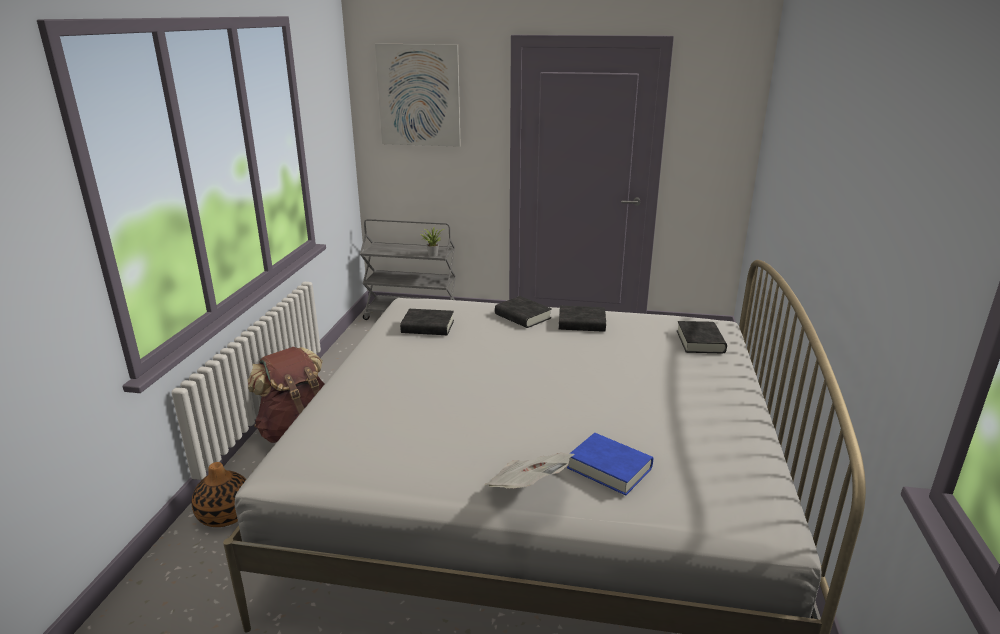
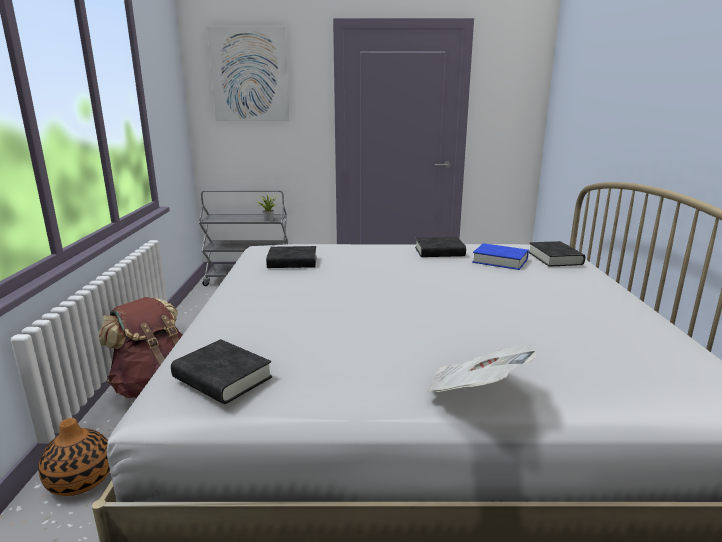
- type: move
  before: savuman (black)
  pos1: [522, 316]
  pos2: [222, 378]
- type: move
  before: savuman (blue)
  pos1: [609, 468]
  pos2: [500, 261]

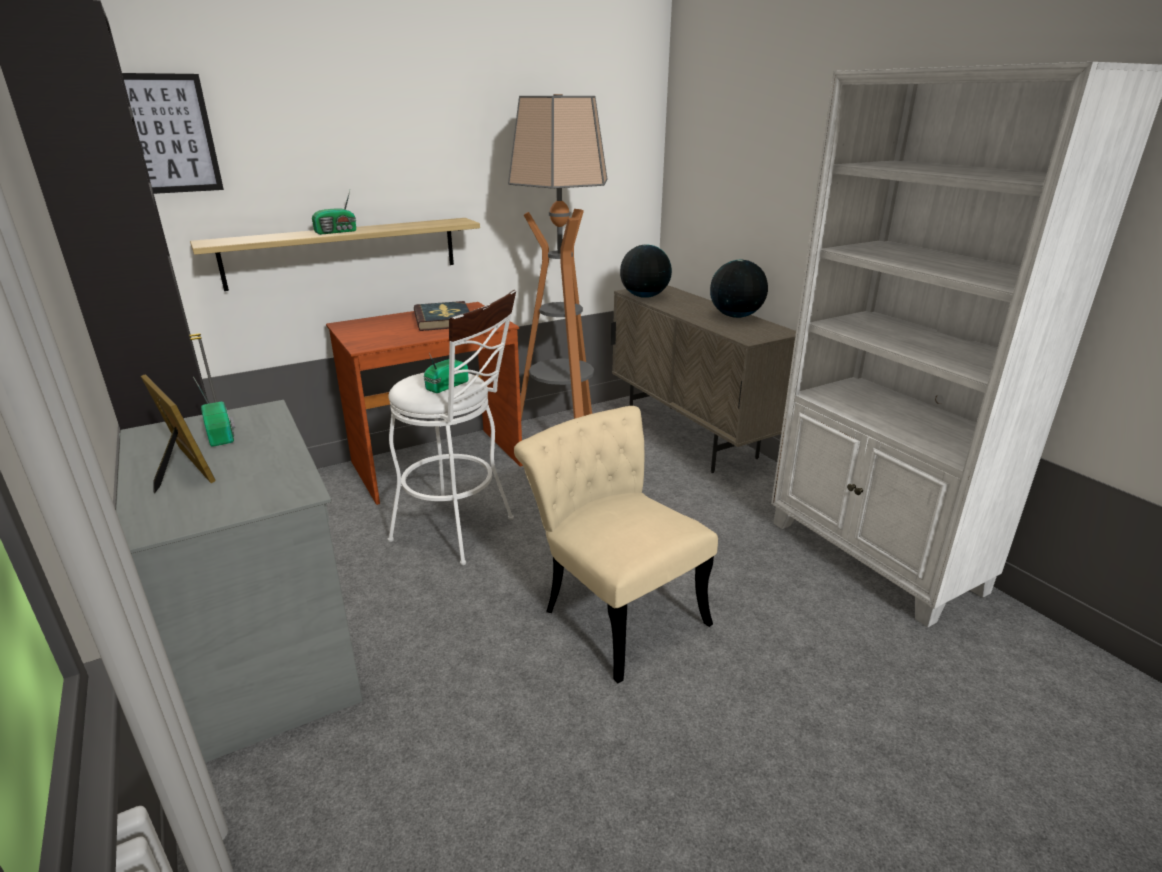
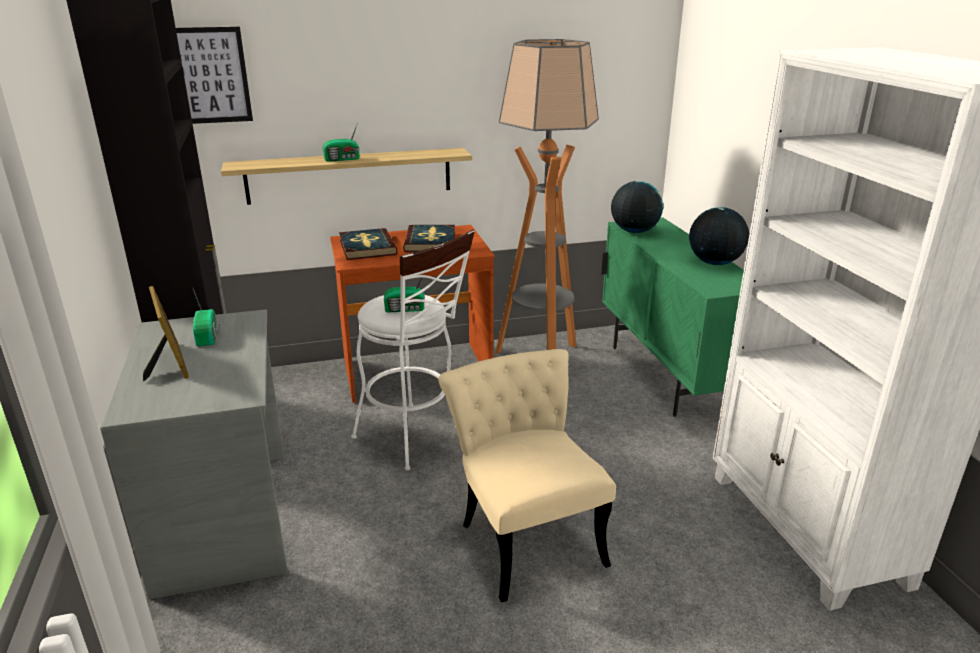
- type: insert
  after: savuman
  pos2: [367, 247]
- type: rotate
  before: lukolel
  pos1: [445, 386]
  pos2: [406, 309]
  turn: -150
- type: recolor
  before: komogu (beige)
  after: komogu (green)
  pos1: [690, 437]
  pos2: [667, 376]

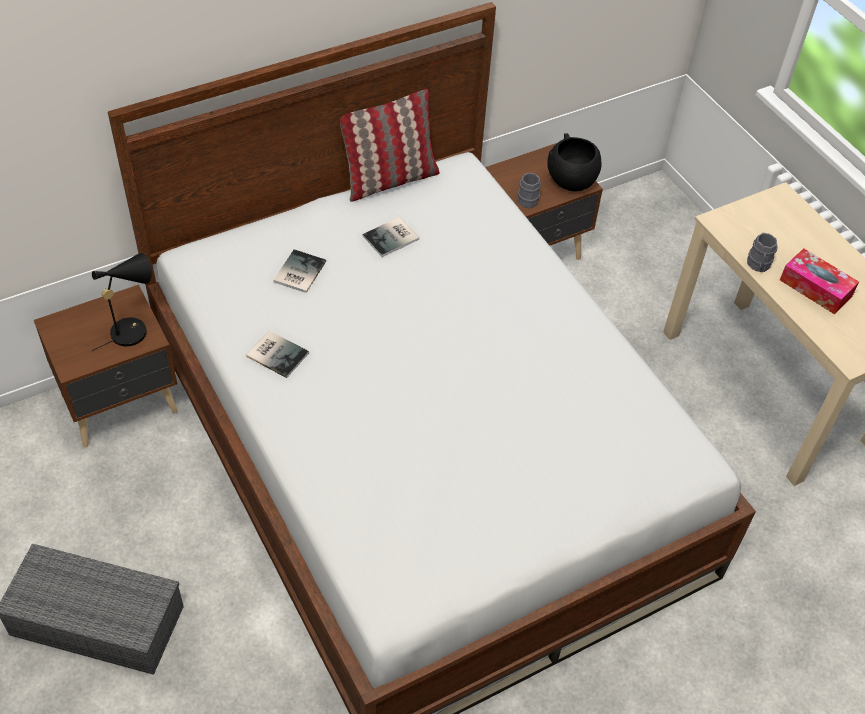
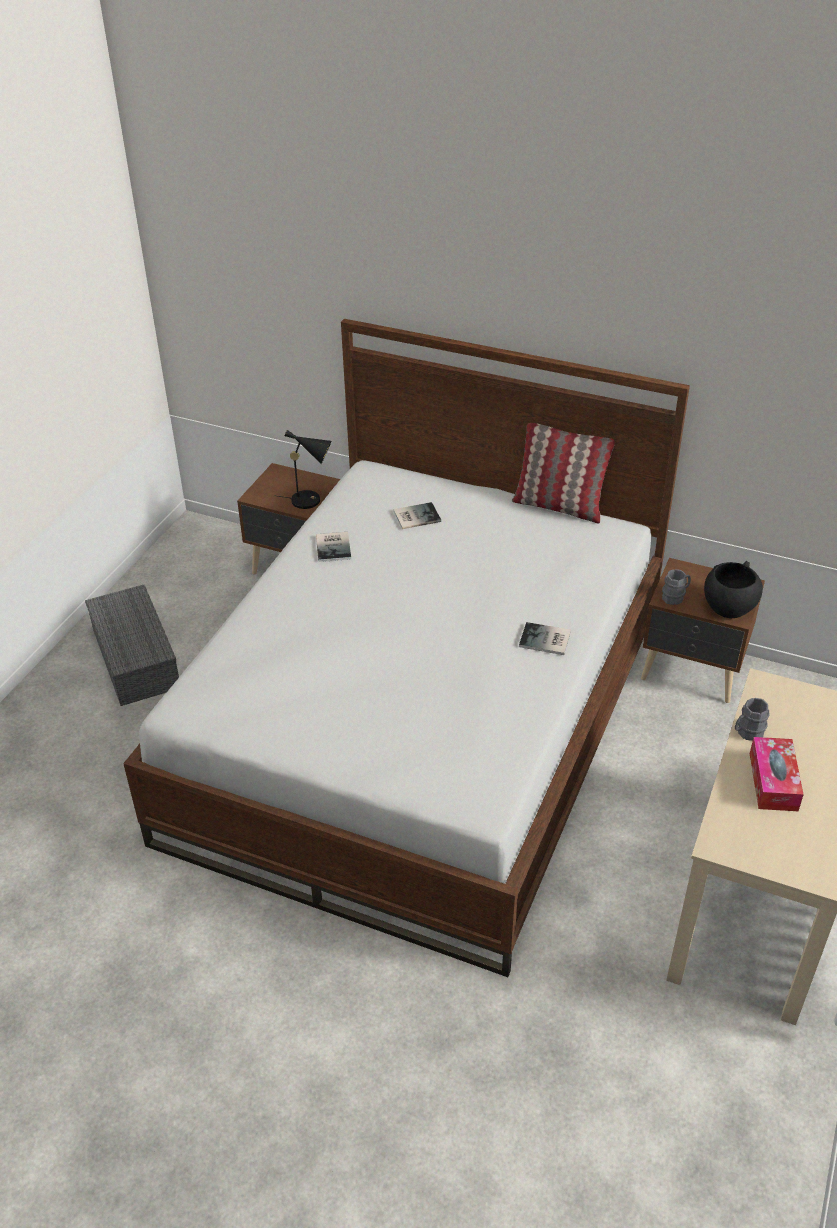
- type: move
  before: savuman
  pos1: [392, 238]
  pos2: [546, 640]

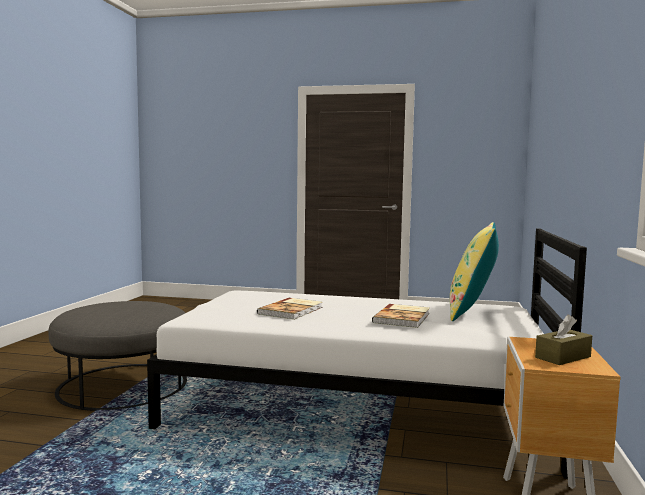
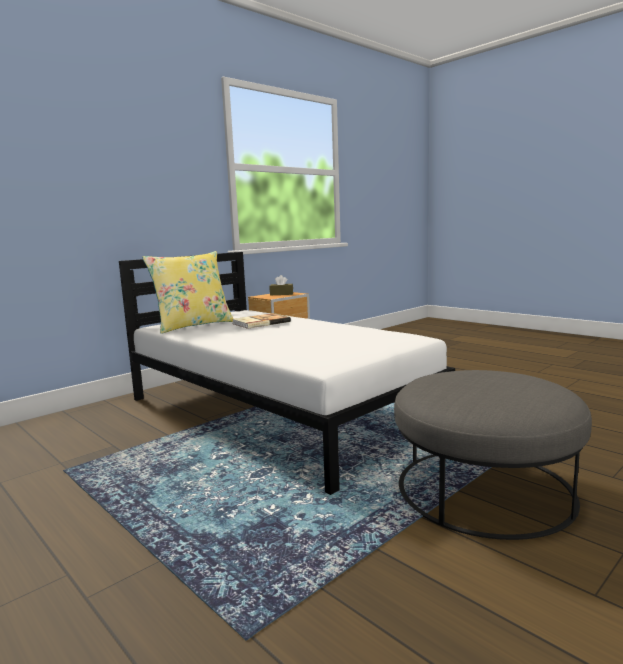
- type: delete
  before: savuman
  pos1: [292, 310]

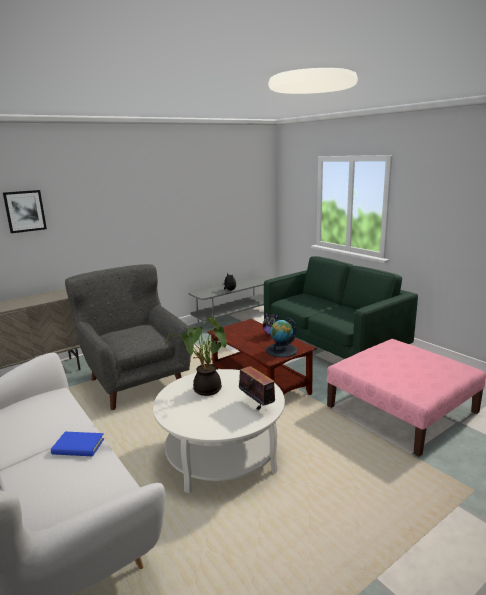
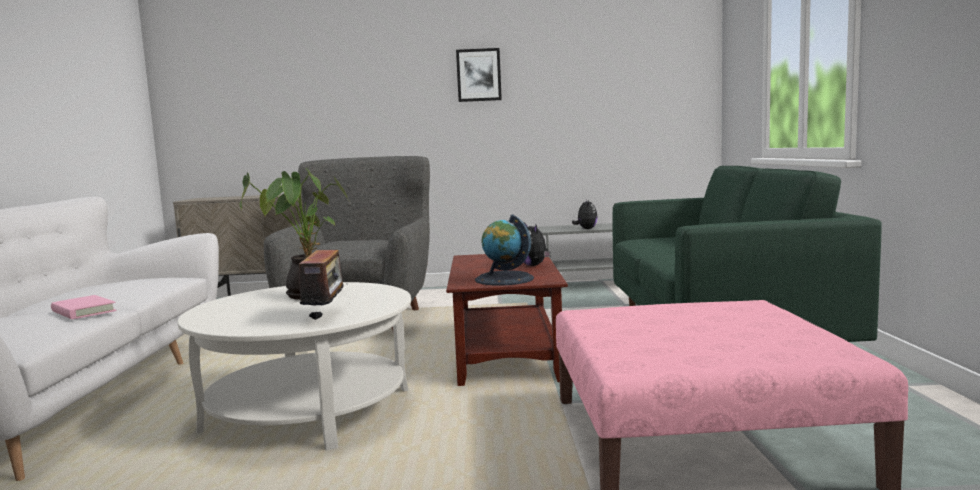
- type: recolor
  before: savuman (blue)
  after: savuman (pink)
  pos1: [78, 446]
  pos2: [83, 311]
- type: move
  before: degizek
  pos1: [25, 211]
  pos2: [478, 75]

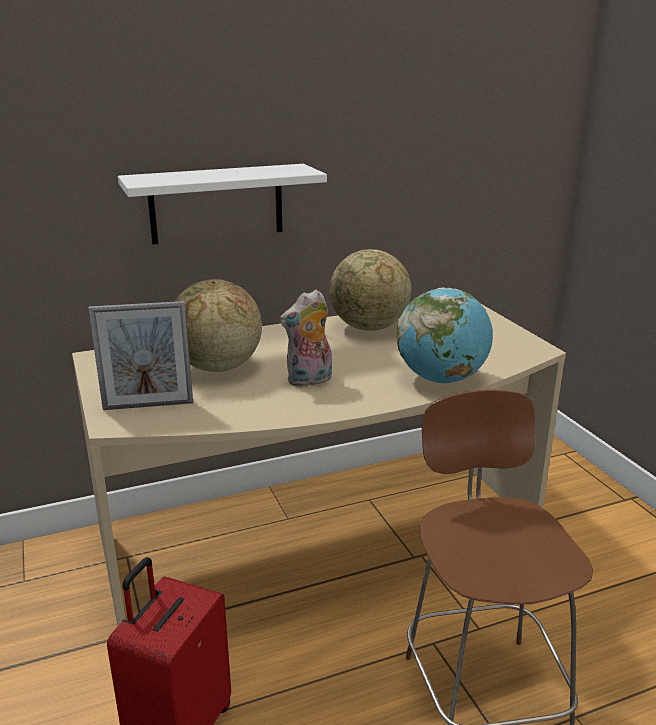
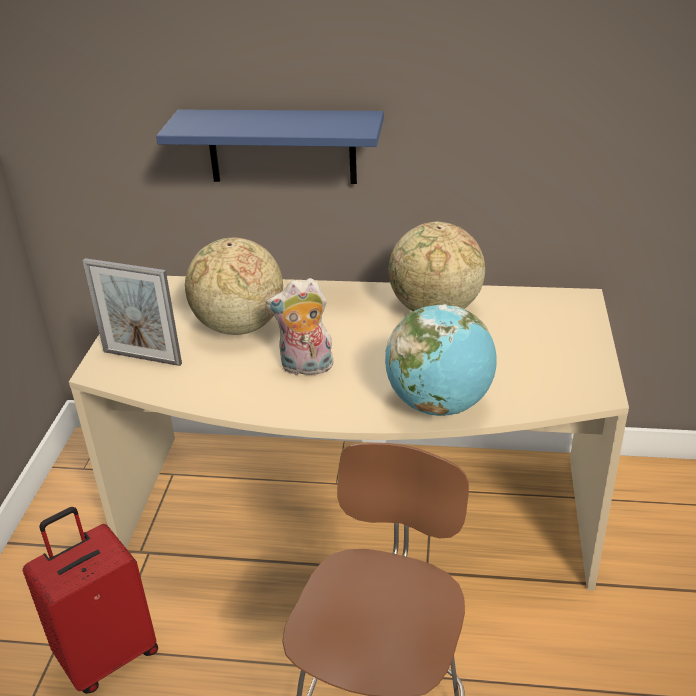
- type: recolor
  before: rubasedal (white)
  after: rubasedal (blue)
  pos1: [216, 204]
  pos2: [282, 146]

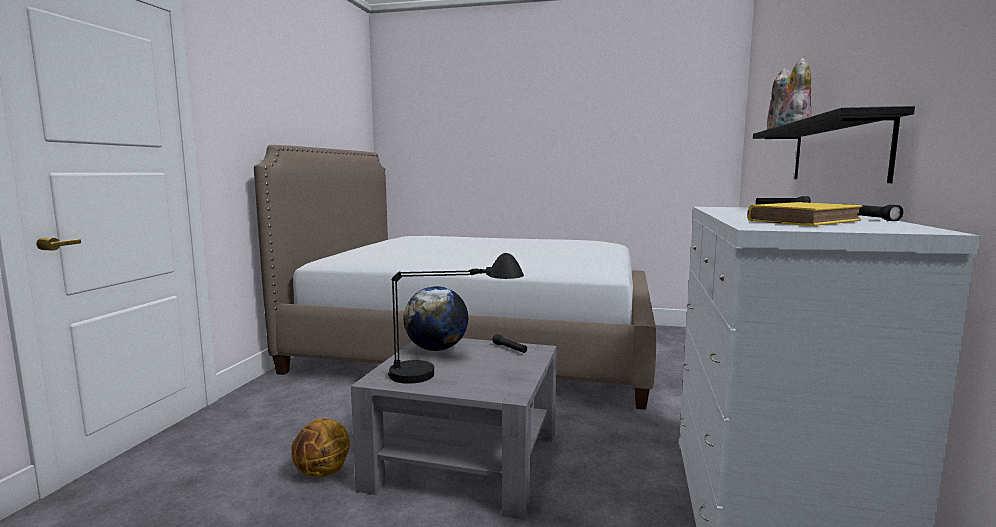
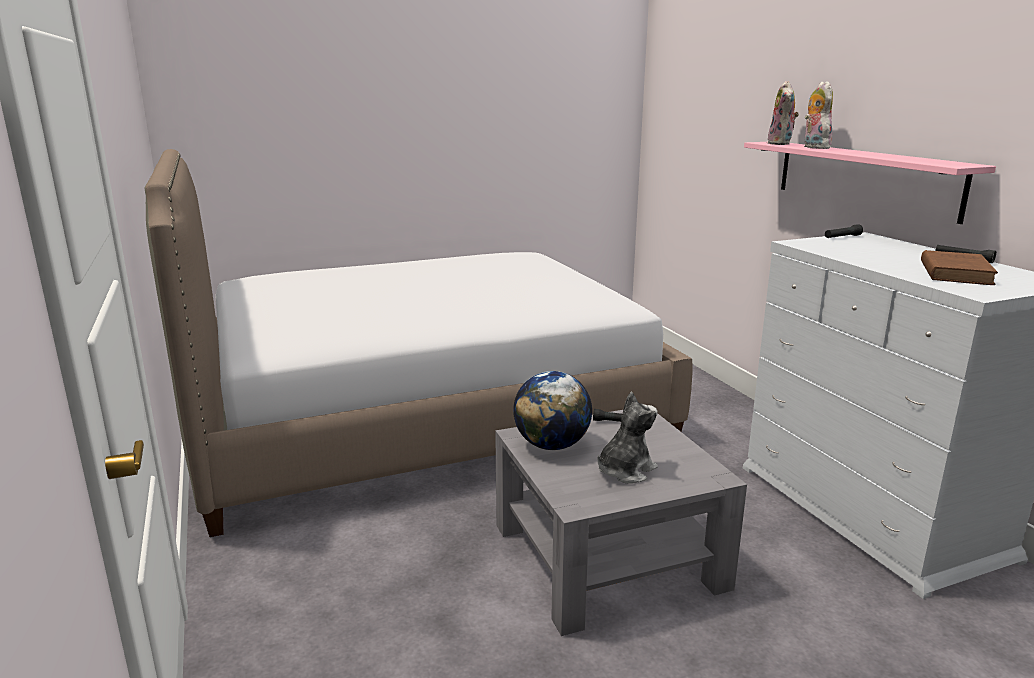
- type: replace
  before: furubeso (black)
  after: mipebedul
  pos1: [452, 373]
  pos2: [625, 470]
- type: recolor
  before: rubasedal (black)
  after: rubasedal (pink)
  pos1: [836, 152]
  pos2: [864, 178]
- type: recolor
  before: savuman (yellow)
  after: savuman (brown)
  pos1: [805, 221]
  pos2: [955, 272]
- type: delete
  before: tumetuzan
  pos1: [322, 473]

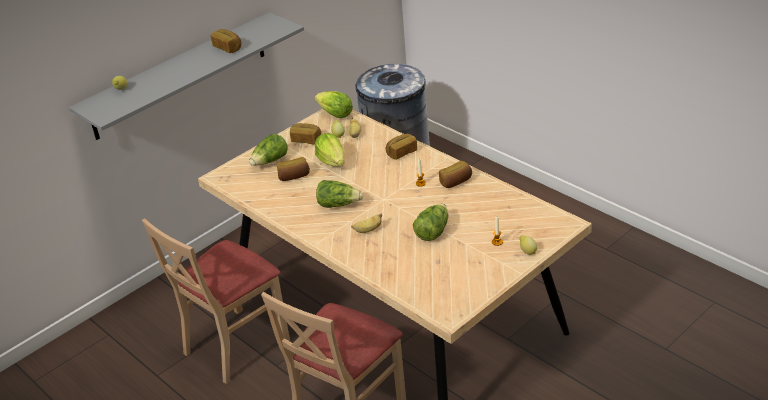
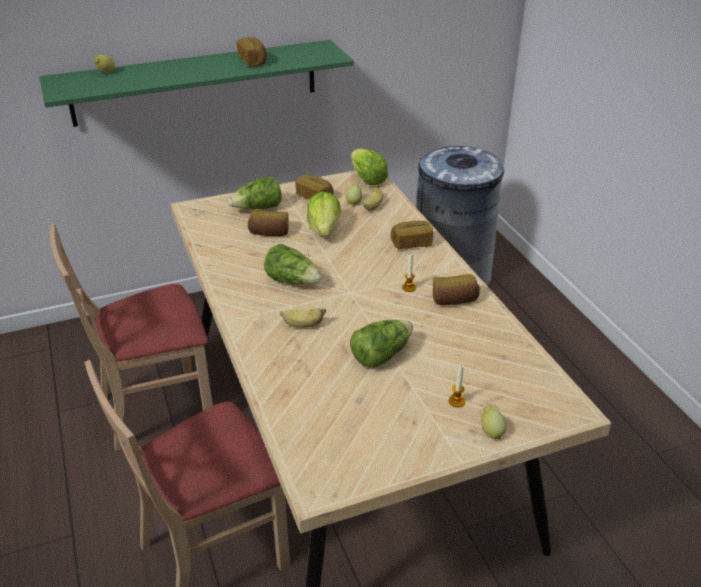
- type: recolor
  before: rubasedal (grey)
  after: rubasedal (green)
  pos1: [179, 76]
  pos2: [196, 82]

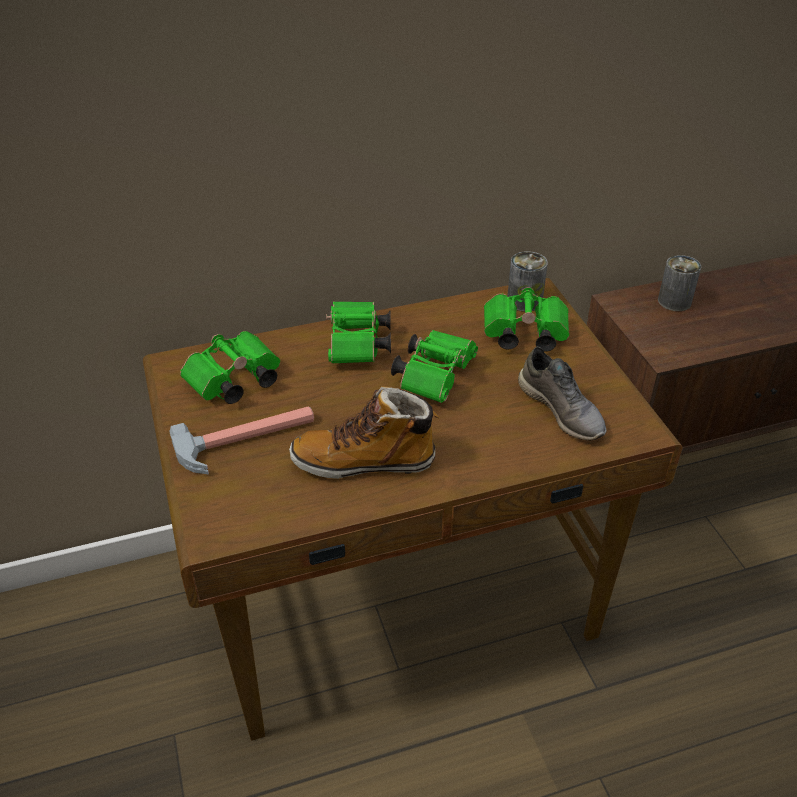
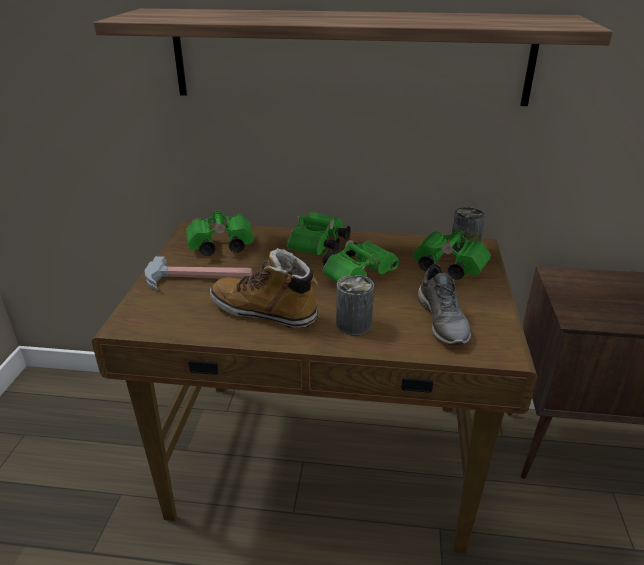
- type: insert
  after: rubasedal
  pos2: [349, 57]
- type: move
  before: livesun
  pos1: [674, 301]
  pos2: [353, 324]

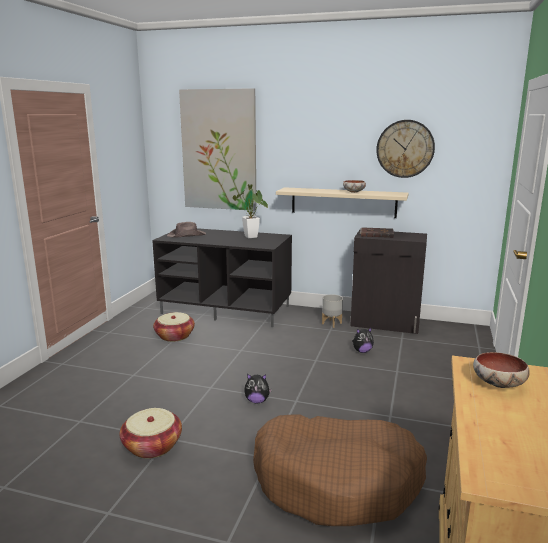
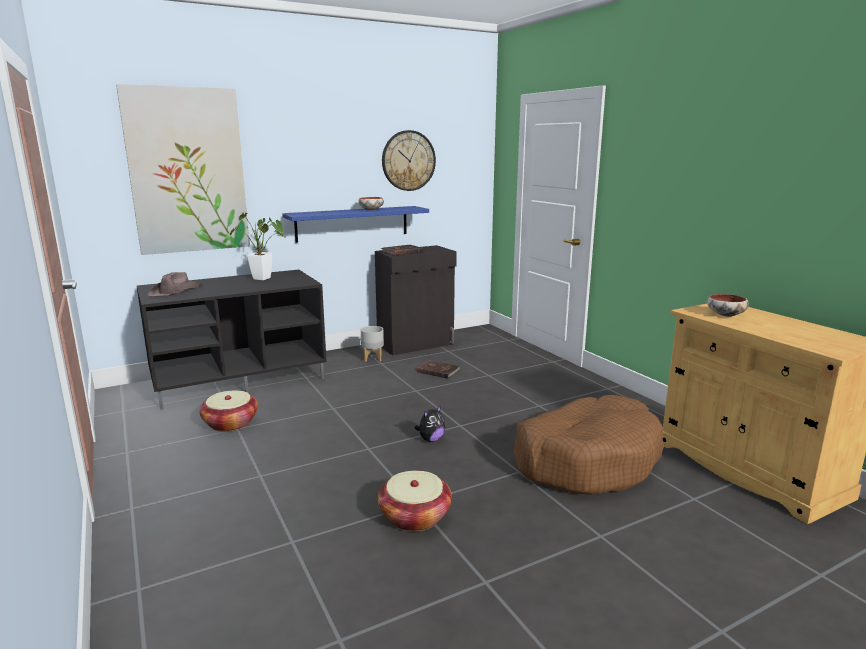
- type: recolor
  before: rubasedal (beige)
  after: rubasedal (blue)
  pos1: [343, 202]
  pos2: [352, 223]
- type: replace
  before: mipebedul
  after: savuman (brown)
  pos1: [362, 351]
  pos2: [438, 370]

